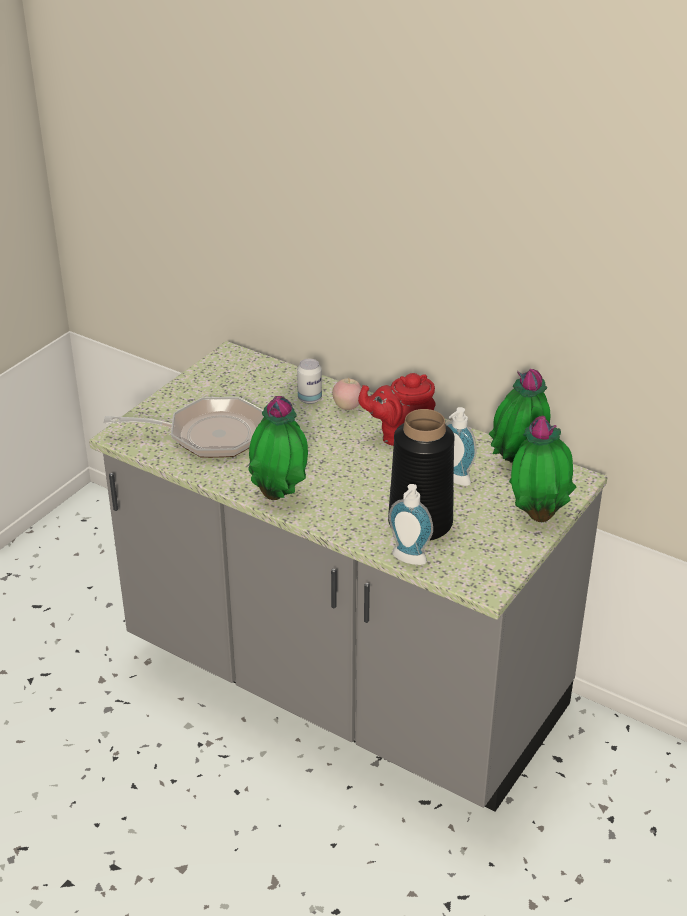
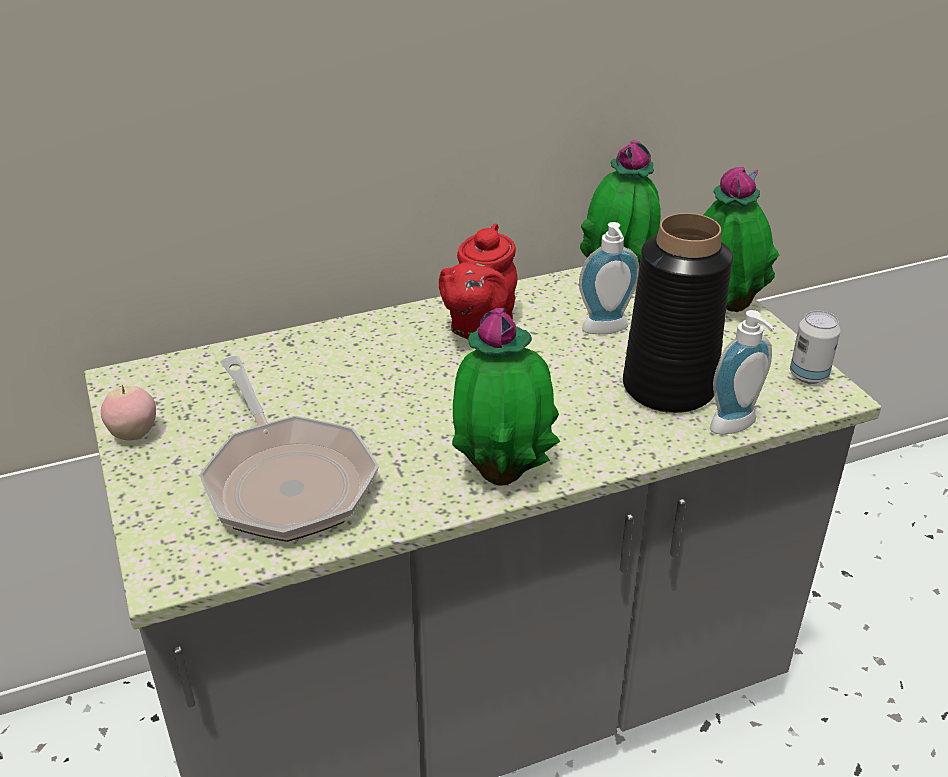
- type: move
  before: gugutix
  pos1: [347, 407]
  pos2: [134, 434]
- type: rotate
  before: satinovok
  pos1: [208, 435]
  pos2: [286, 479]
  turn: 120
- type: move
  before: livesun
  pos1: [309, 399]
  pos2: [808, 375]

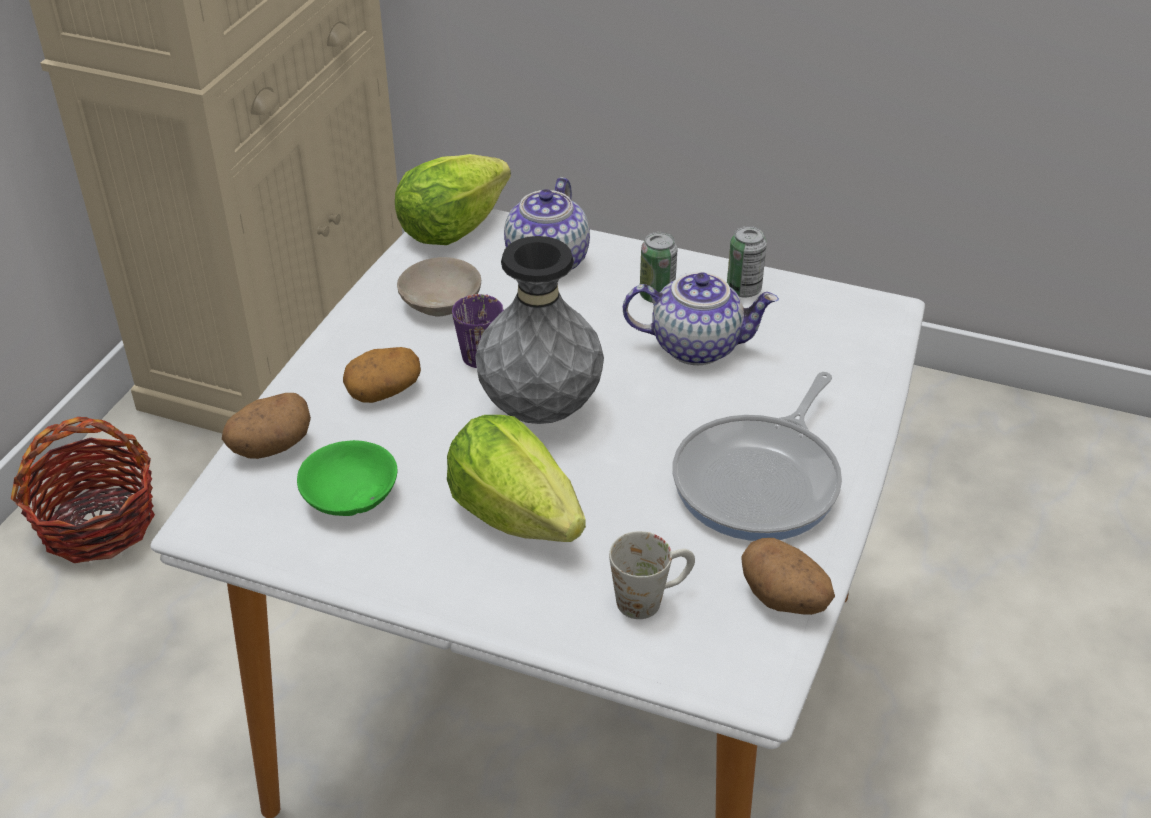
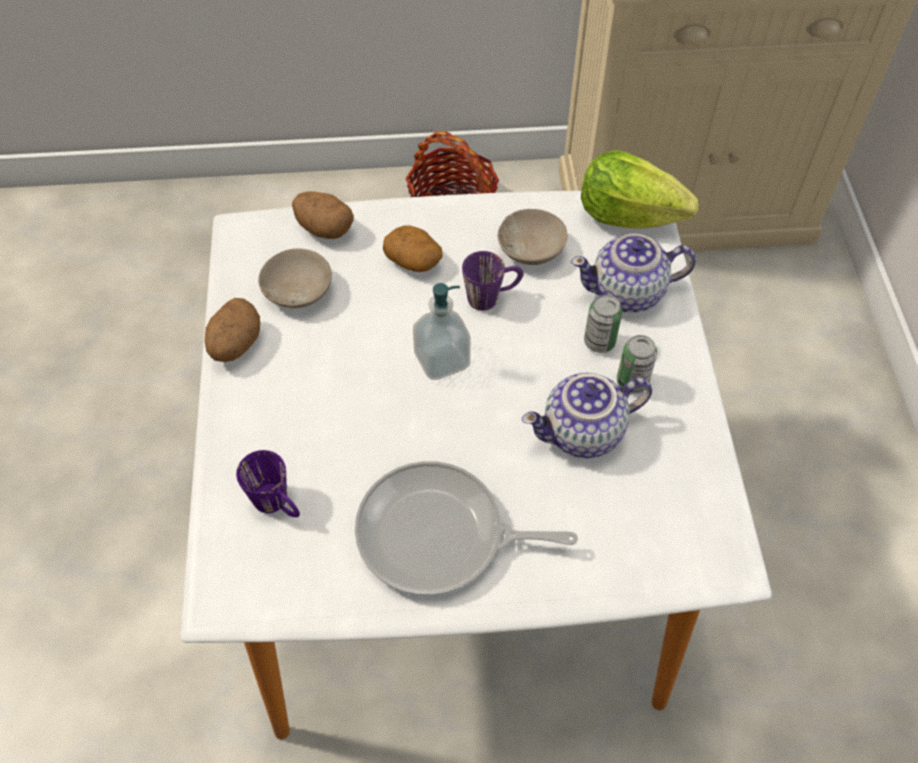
- type: move
  before: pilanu
  pos1: [785, 599]
  pos2: [235, 345]
- type: recolor
  before: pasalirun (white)
  after: pasalirun (purple)
  pos1: [651, 597]
  pos2: [278, 505]
- type: recolor
  before: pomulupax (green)
  after: pomulupax (beige)
  pos1: [350, 494]
  pos2: [300, 289]
- type: replace
  before: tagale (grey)
  after: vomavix
  pos1: [540, 411]
  pos2: [442, 360]
- type: rotate
  before: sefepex
  pos1: [697, 345]
  pos2: [583, 434]
  turn: 90
- type: move
  before: livesun
  pos1: [743, 289]
  pos2: [599, 342]
- type: delete
  before: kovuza
  pos1: [515, 514]

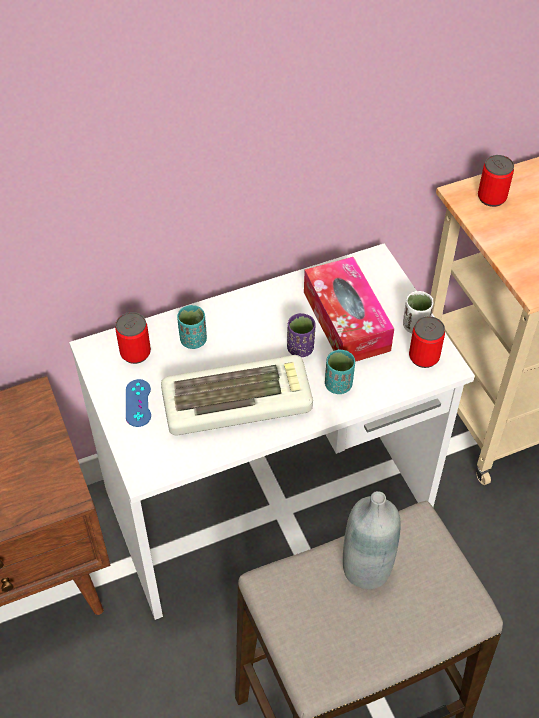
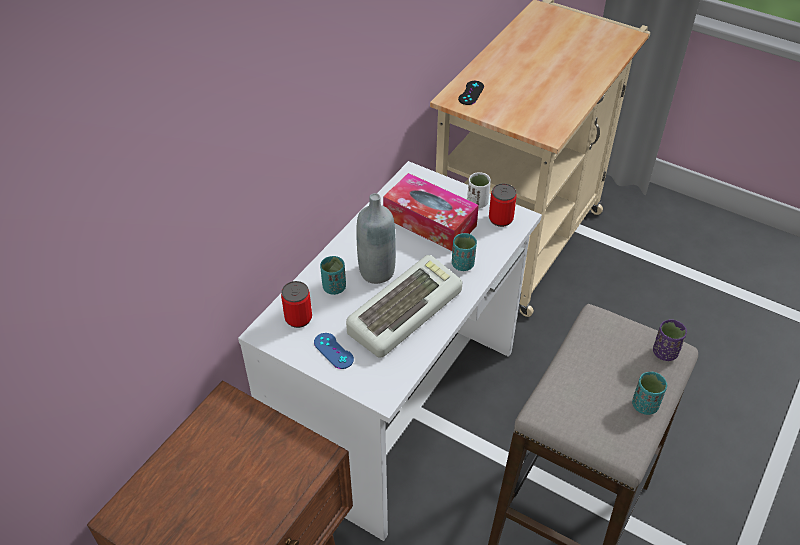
- type: move
  before: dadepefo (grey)
  pos1: [366, 569]
  pos2: [377, 272]
- type: replace
  before: livesun
  after: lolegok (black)
  pos1: [491, 197]
  pos2: [471, 93]
- type: insert
  after: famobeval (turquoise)
  pos2: [645, 405]
- type: move
  before: famobeval (purple)
  pos1: [300, 348]
  pos2: [665, 352]

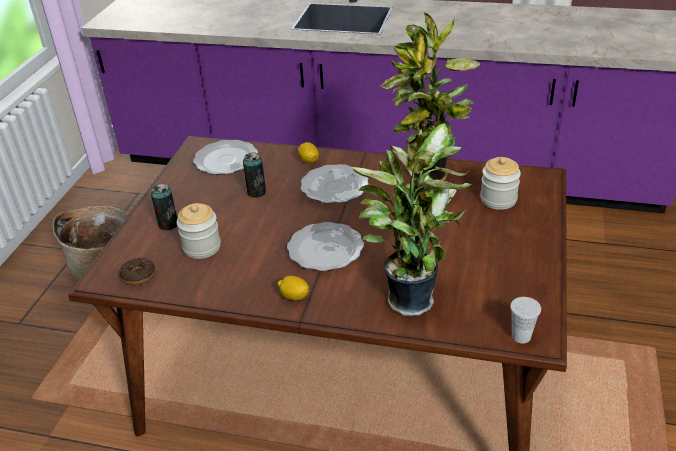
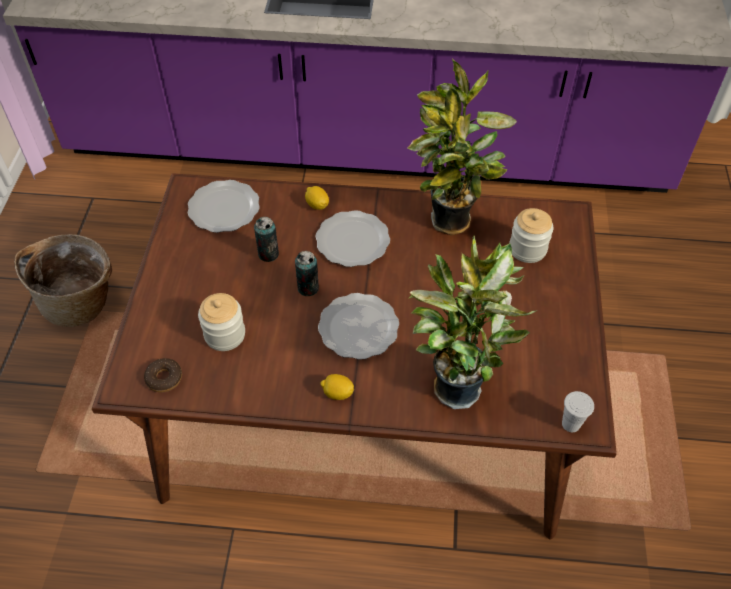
- type: move
  before: livesun
  pos1: [168, 224]
  pos2: [308, 288]

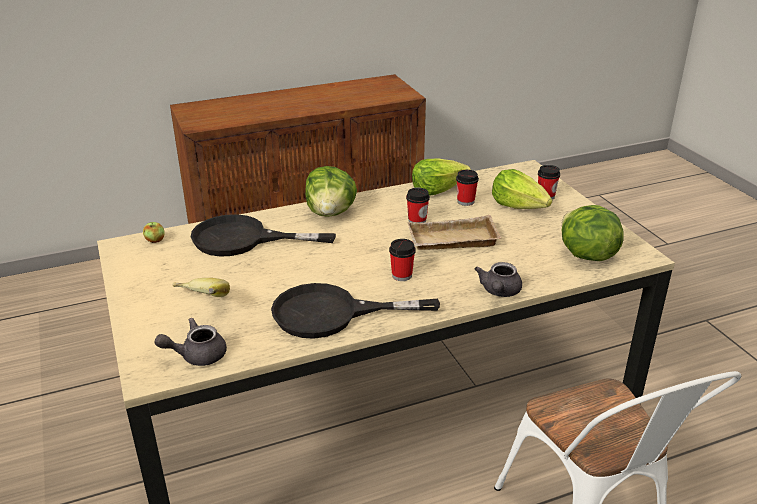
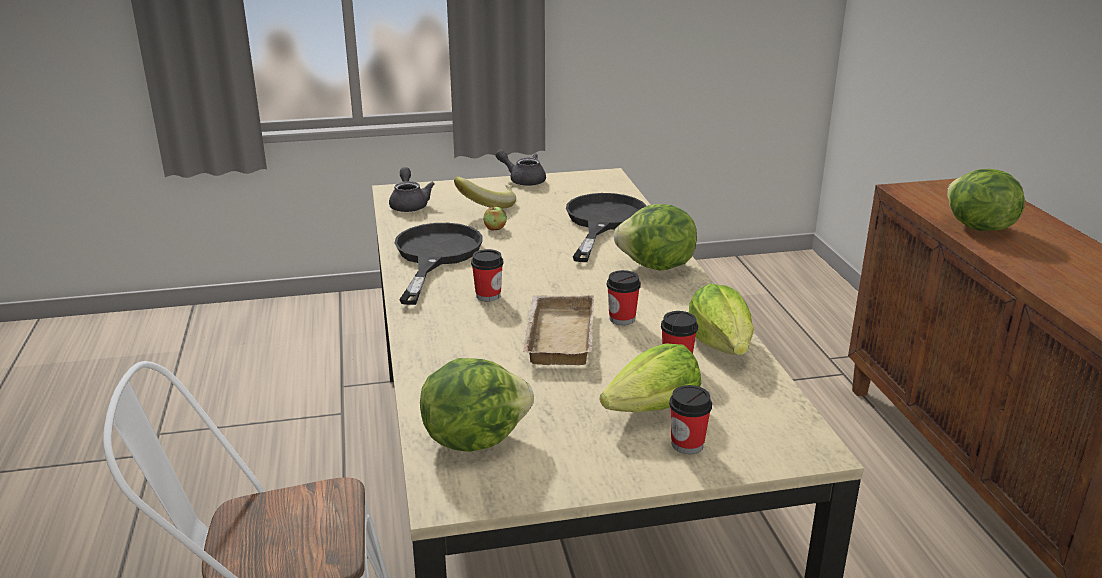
- type: move
  before: gugutix
  pos1: [155, 240]
  pos2: [495, 228]
- type: move
  before: sefepex (grey)
  pos1: [499, 292]
  pos2: [523, 180]
- type: insert
  after: kovuza
  pos2: [977, 227]

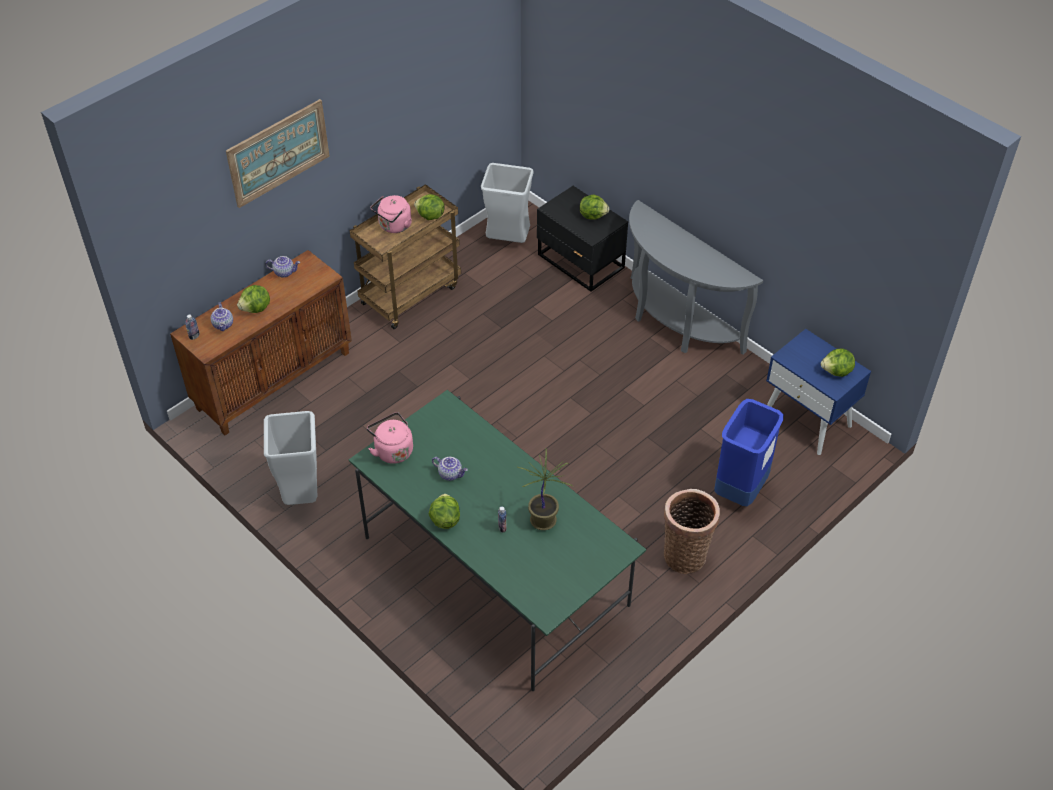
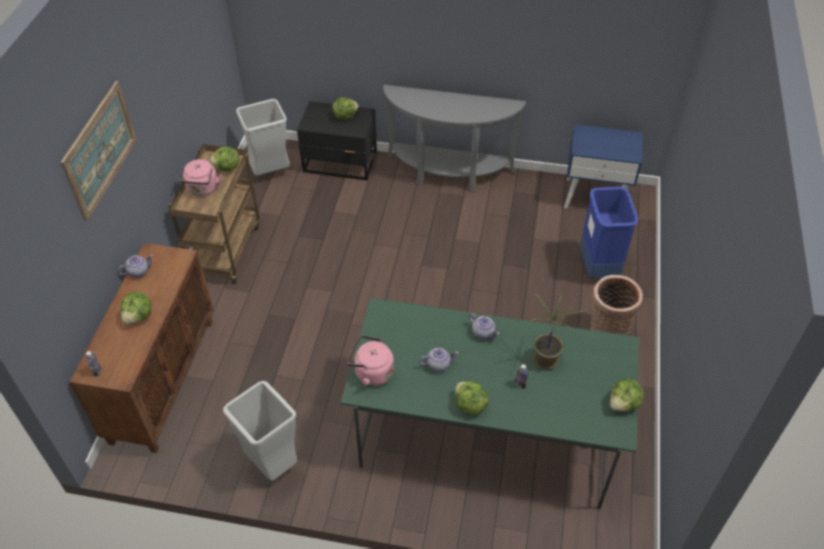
- type: move
  before: sefepex
  pos1: [224, 325]
  pos2: [483, 333]
- type: move
  before: kovuza
  pos1: [836, 372]
  pos2: [623, 404]

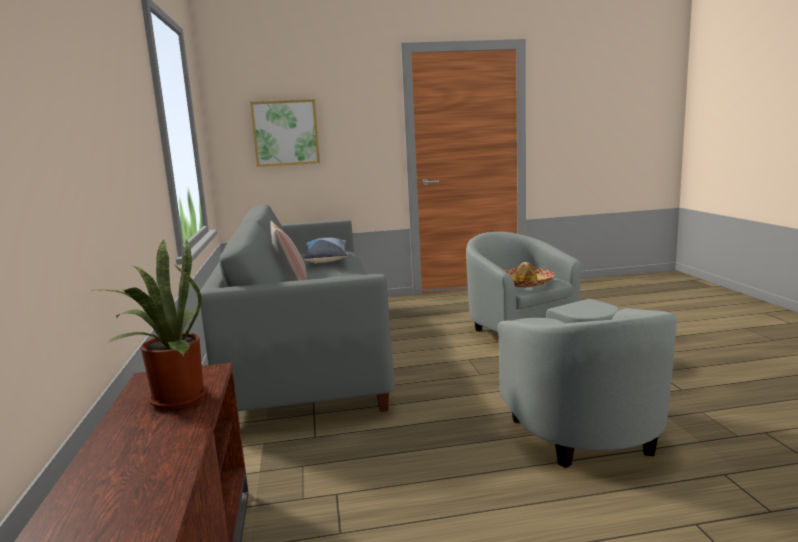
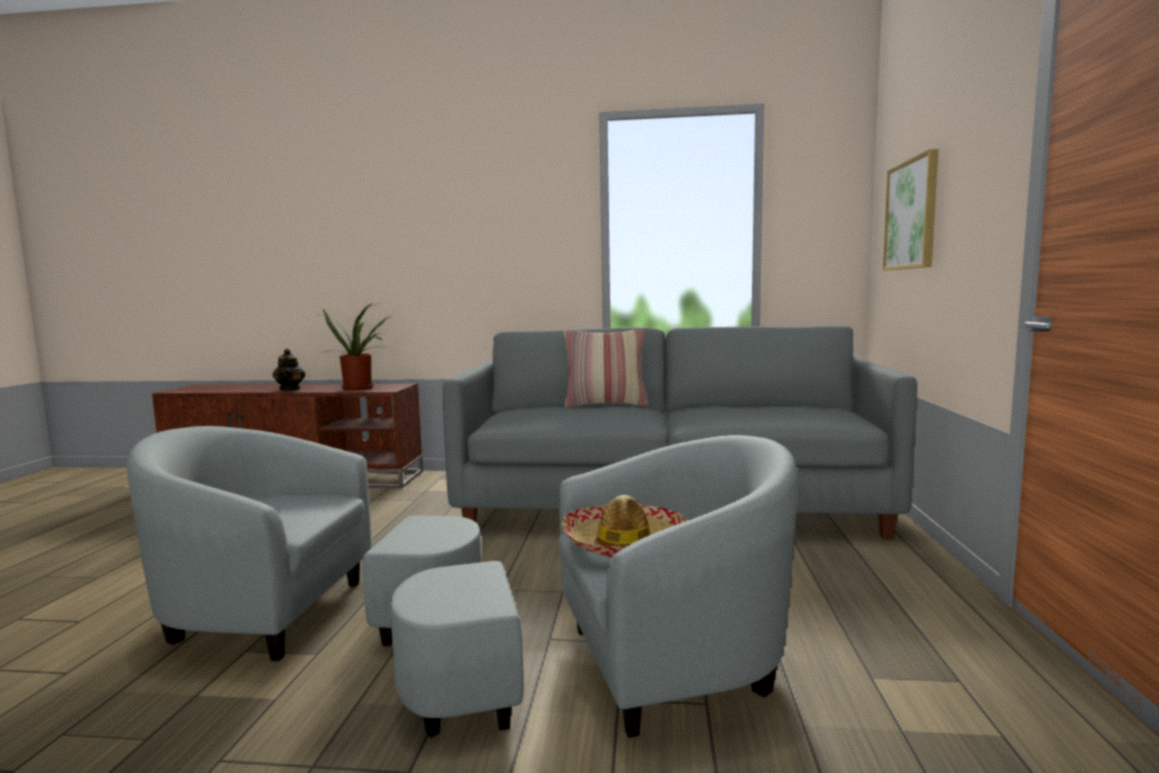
- type: insert
  after: sefepex
  pos2: [290, 389]
- type: delete
  before: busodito
  pos1: [326, 259]

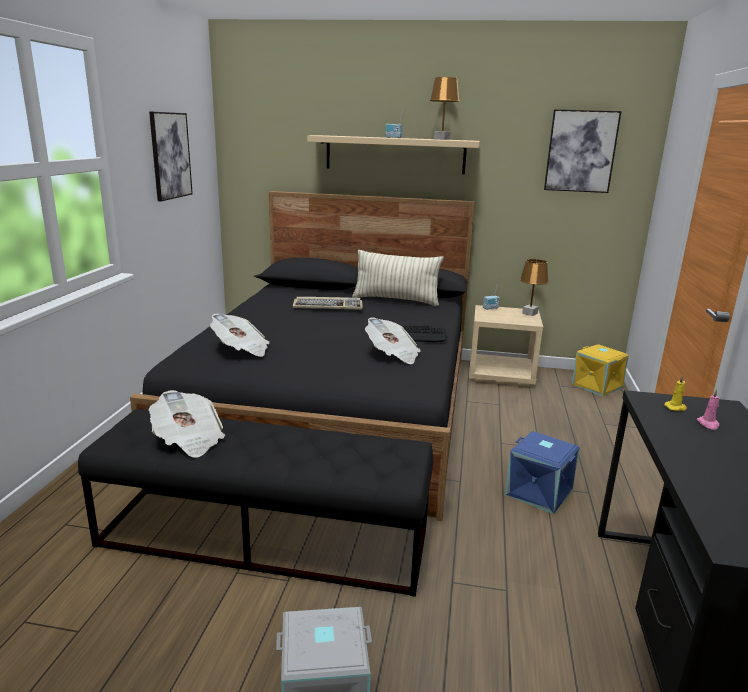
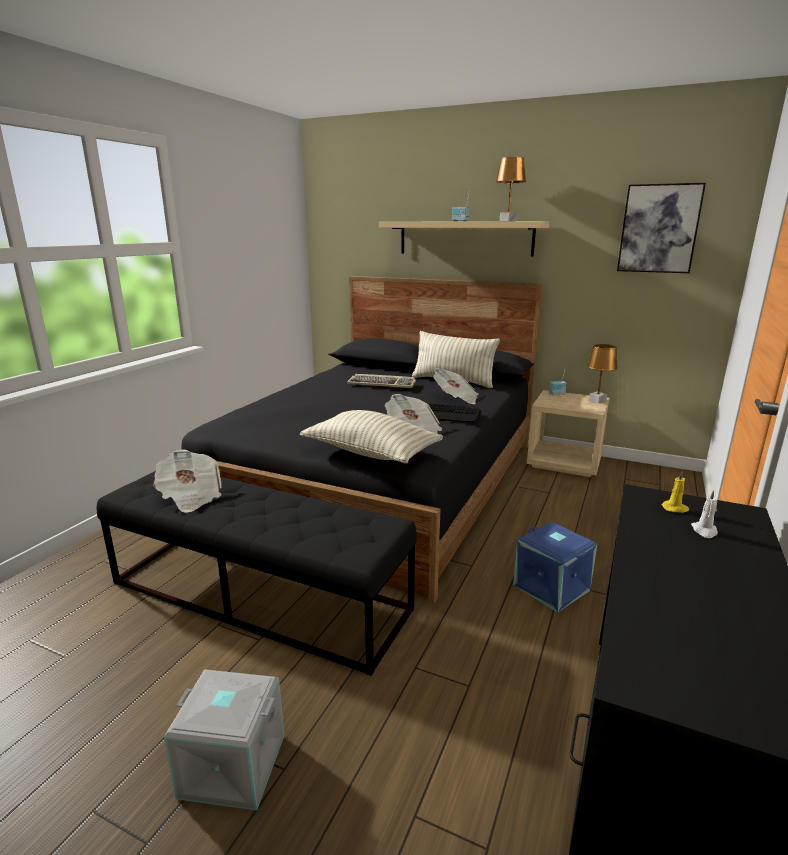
- type: insert
  after: busodito
  pos2: [371, 453]
- type: move
  before: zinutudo
  pos1: [241, 349]
  pos2: [456, 398]
- type: recolor
  before: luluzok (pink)
  after: luluzok (white)
  pos1: [708, 424]
  pos2: [704, 531]
- type: delete
  before: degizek
  pos1: [170, 155]
- type: delete
  before: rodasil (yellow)
  pos1: [597, 386]

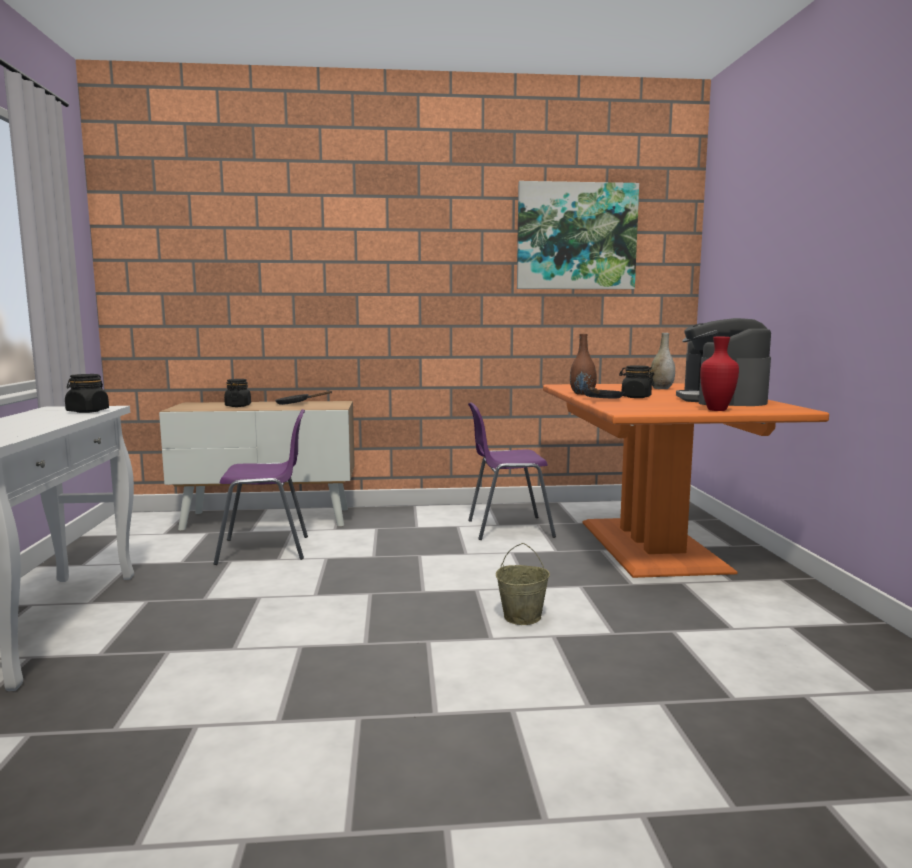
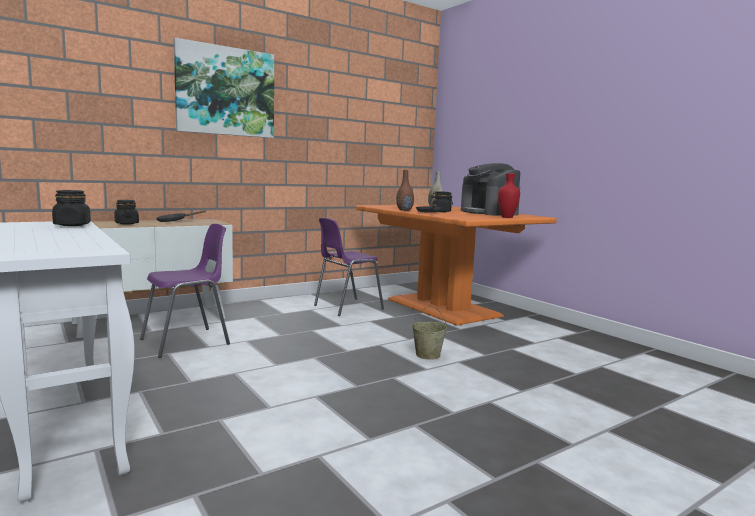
- type: move
  before: degizek
  pos1: [576, 236]
  pos2: [225, 91]

